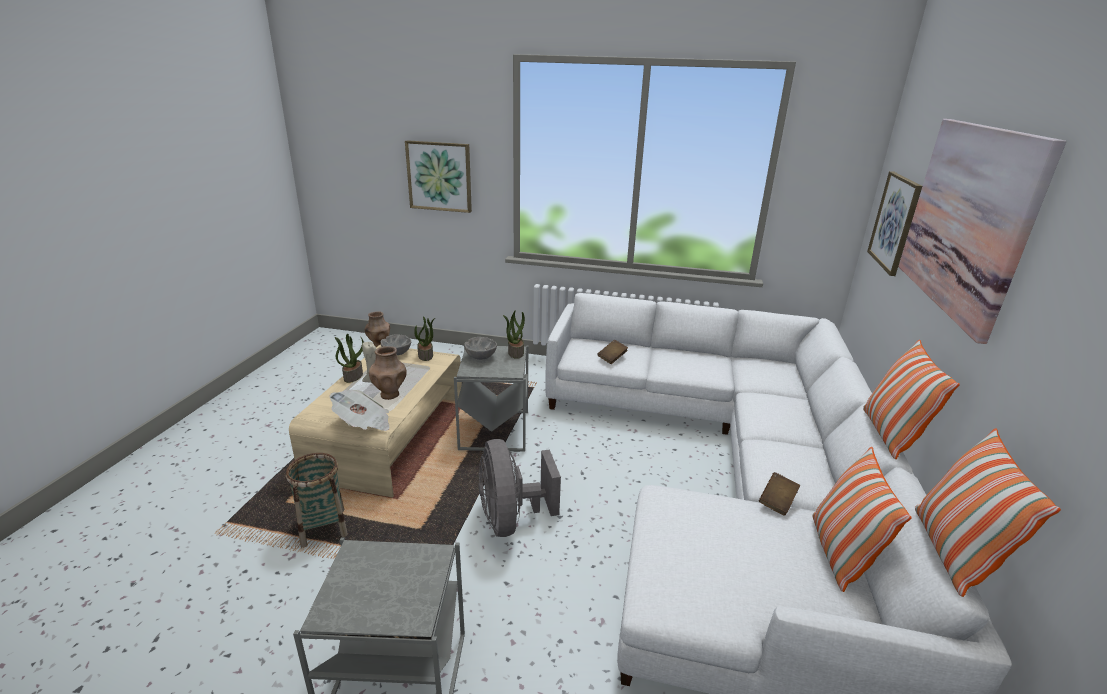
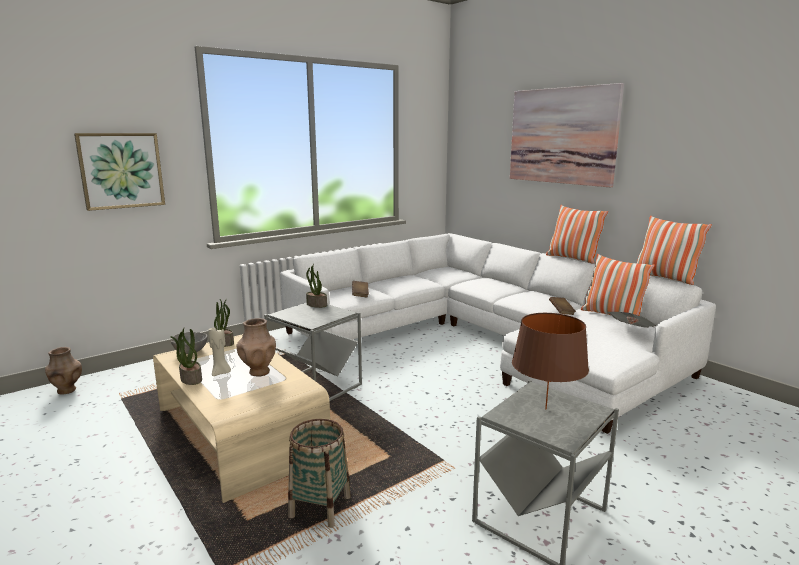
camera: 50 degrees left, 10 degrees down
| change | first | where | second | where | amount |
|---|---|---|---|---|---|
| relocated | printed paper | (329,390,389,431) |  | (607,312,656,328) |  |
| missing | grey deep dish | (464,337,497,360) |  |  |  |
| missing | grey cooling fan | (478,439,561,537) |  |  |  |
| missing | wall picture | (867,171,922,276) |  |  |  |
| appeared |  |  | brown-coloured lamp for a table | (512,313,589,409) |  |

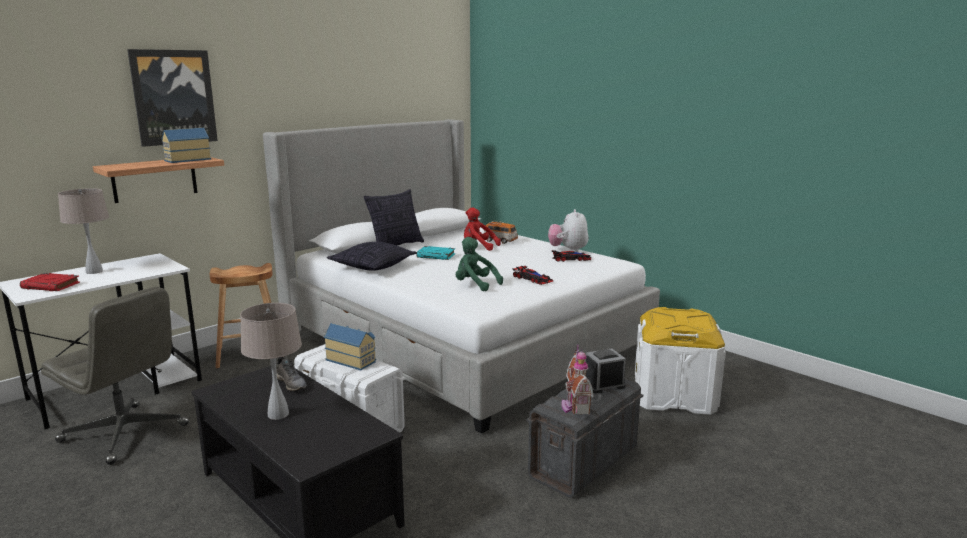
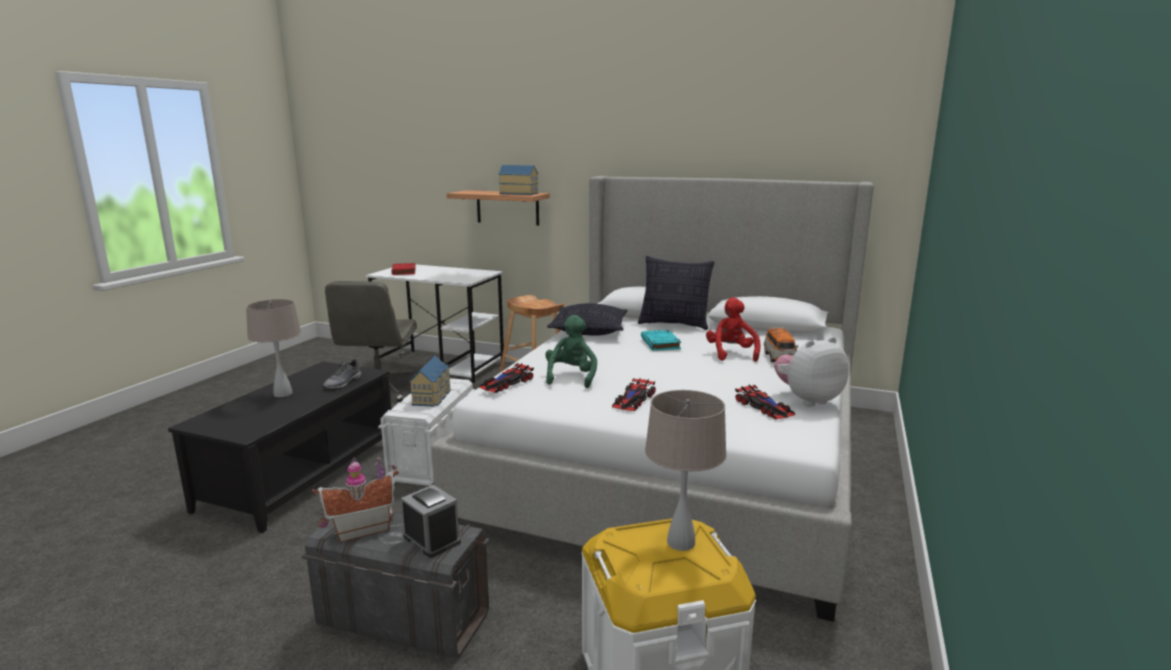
camera: 65 degrees right, 0 degrees up
| change | first | where | second | where | amount |
|---|---|---|---|---|---|
| relocated | beige-coloured lamp for a table | (58,188,109,274) |  | (645,390,727,551) |  |
| missing | wall picture | (127,49,218,147) |  |  |  |
| appeared |  |  | toy car | (479,363,534,393) |  |

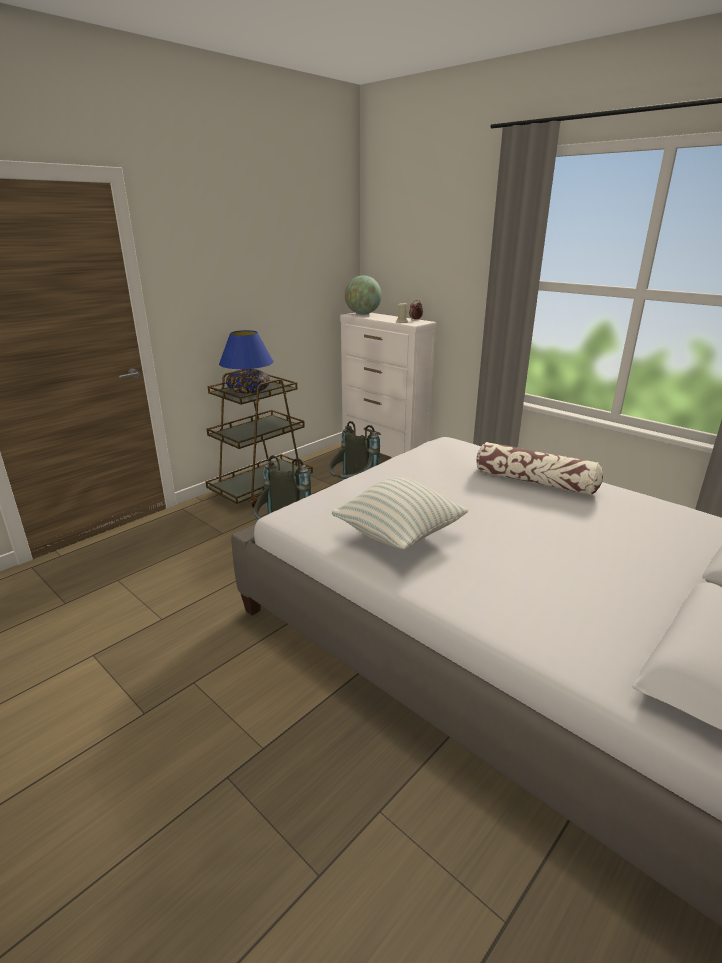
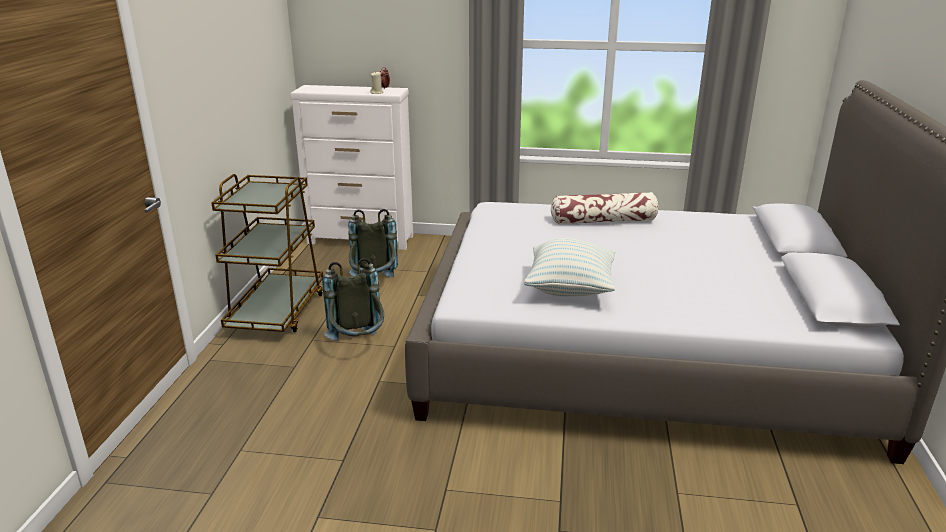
camera: 35 degrees left, 0 degrees up
| change | first | where | second | where | amount |
|---|---|---|---|---|---|
| missing | bluish lamp for a table | (219,330,274,394) |  |  |  |
| missing | world globe | (345,275,382,314) |  |  |  |

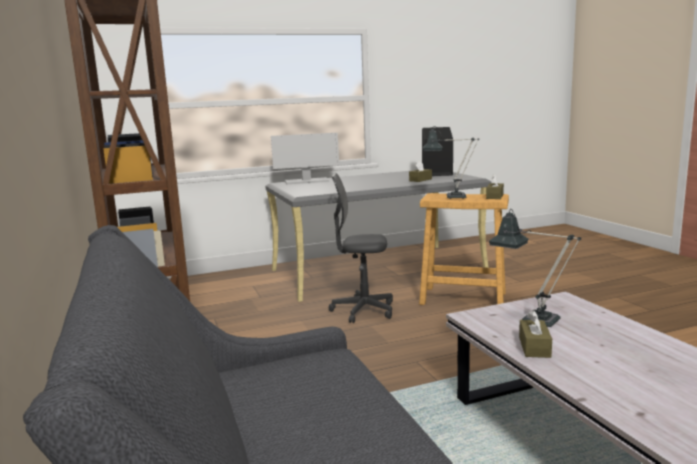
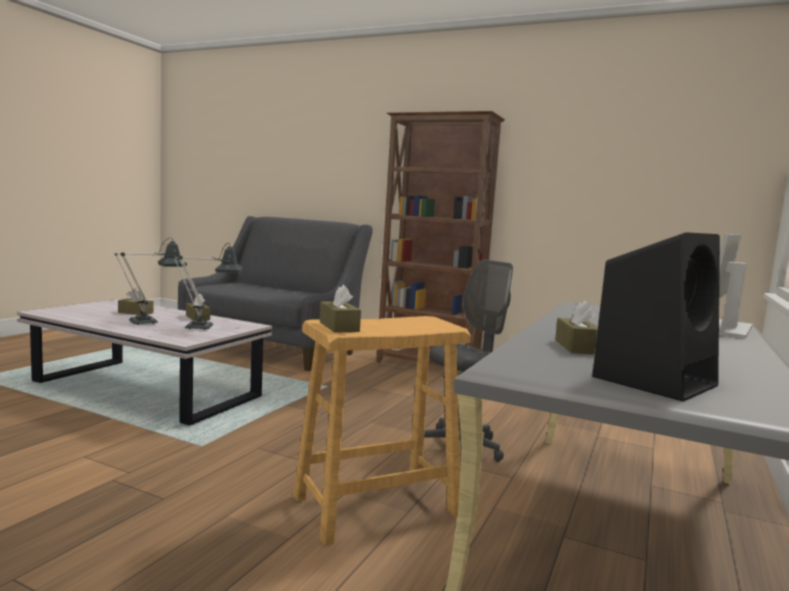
camera: 135 degrees right, 5 degrees down
| change | first | where | second | where | amount |
|---|---|---|---|---|---|
| relocated | lamp for a table | (423,126,479,199) |  | (115,238,187,325) |  |
| appeared |  |  | brown-coloured tissue box | (118,289,154,315) |  |

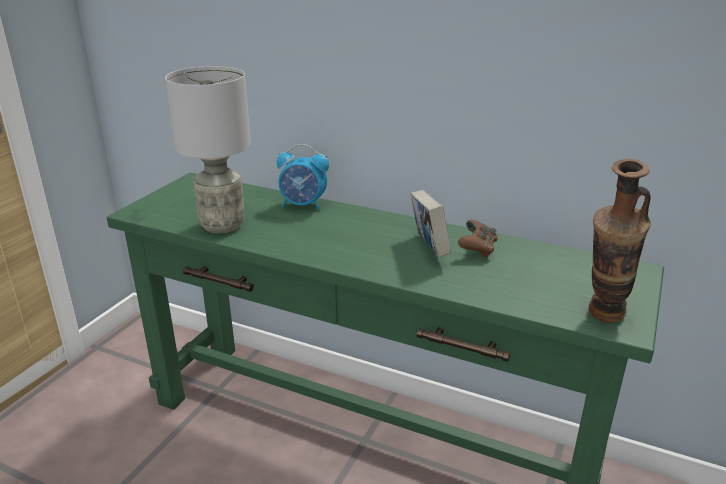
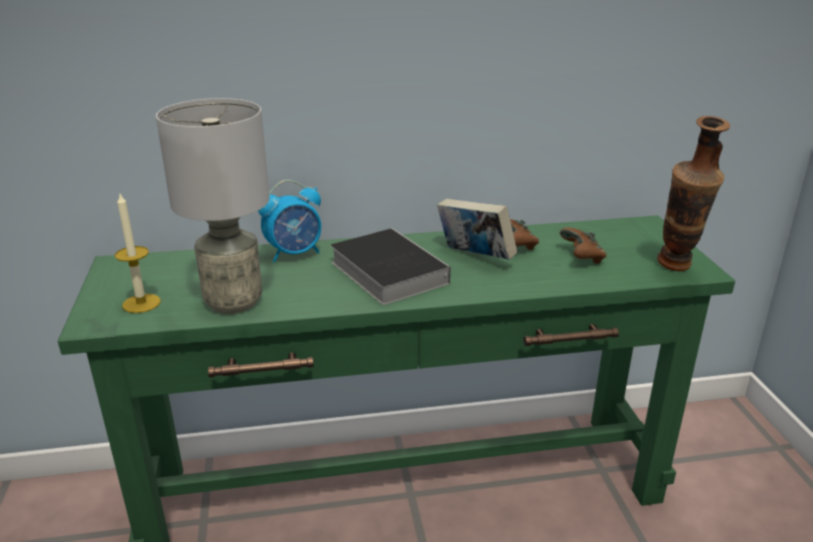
camera: 35 degrees left, 0 degrees up
| change | first | where | second | where | amount |
|---|---|---|---|---|---|
| appeared |  |  | wax light | (115,194,161,313) |  |
| appeared |  |  | book | (331,228,450,305) |  |
| appeared |  |  | brown-coloured joypad | (560,228,606,264) |  |

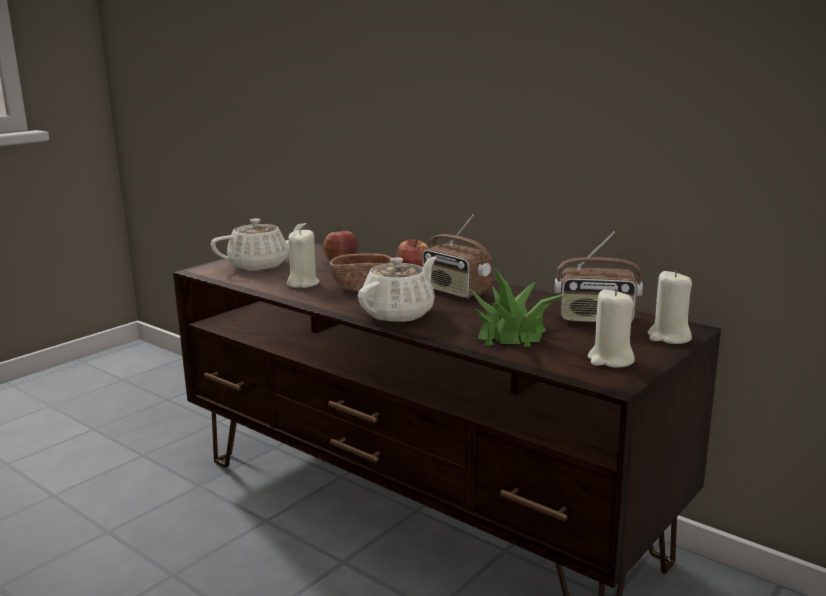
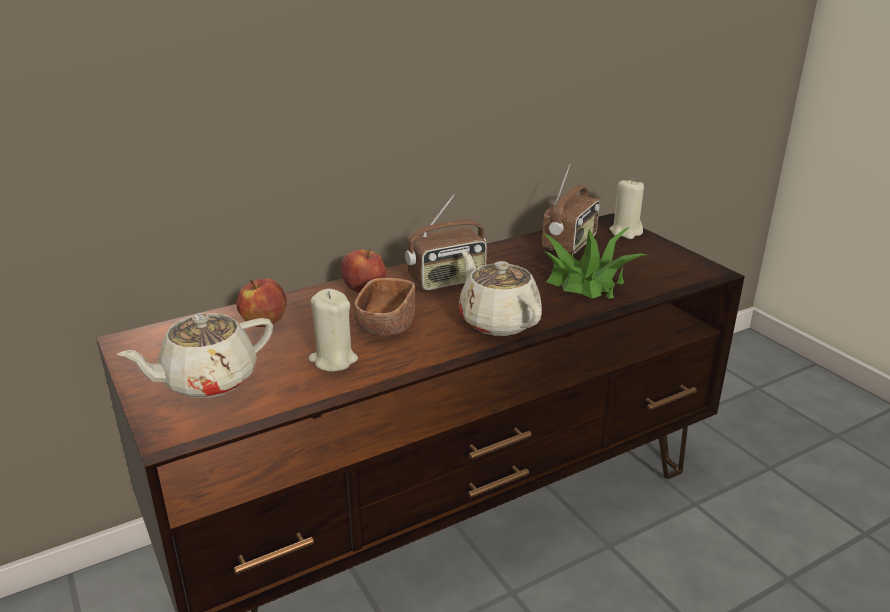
camera: 70 degrees left, 10 degrees up
| change | first | where | second | where | amount |
|---|---|---|---|---|---|
| spun | beige-coloured teapot | (210,218,307,271) |  | (117,313,273,398) | 120 degrees counterclockwise |
| missing | beige-coloured wax light | (588,289,635,368) |  |  |  |

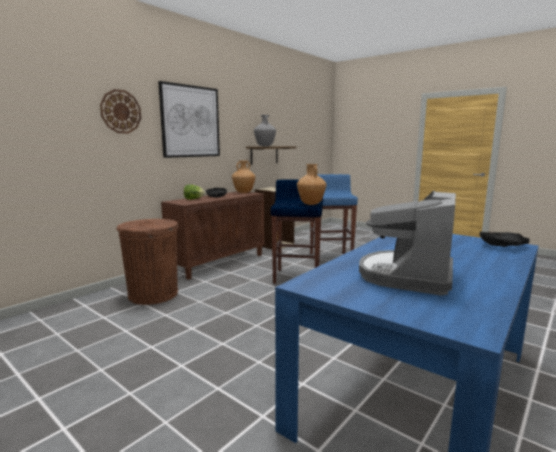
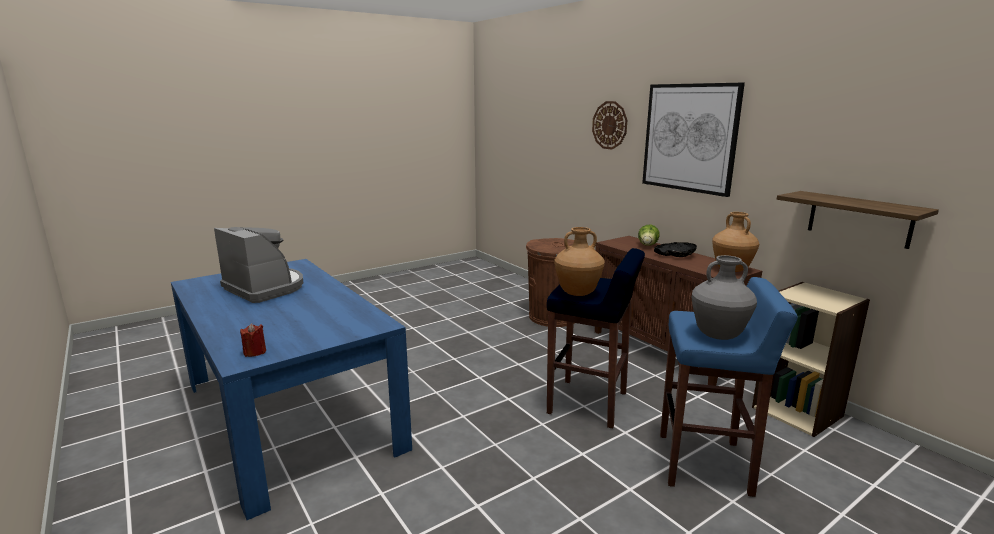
camera: 105 degrees right, 5 degrees up
| change | first | where | second | where | amount |
|---|---|---|---|---|---|
| relocated | grey decorative vase | (254,115,276,146) |  | (692,255,757,340) |  |
| exchanged | black-coloured deep dish | (480,231,530,247) | red wax light | (240,323,266,357) |  |

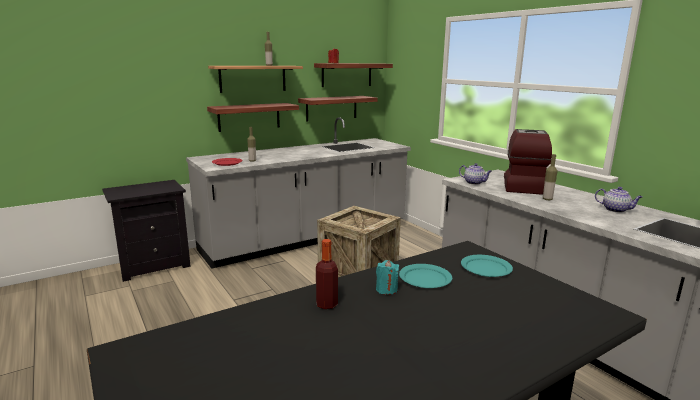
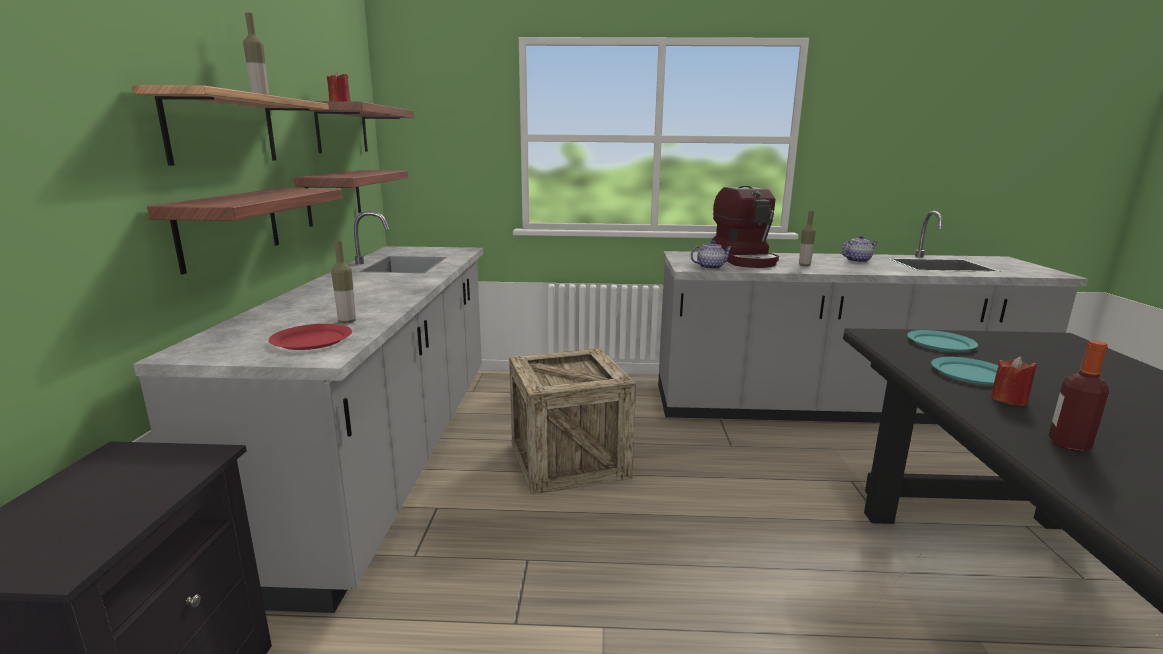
camera: 55 degrees left, 0 degrees up
| change | first | where | second | where | amount |
|---|---|---|---|---|---|
| colour | blue-green wax light | (376,260,399,295) | red wax light | (991,357,1037,406) |  |
| spun | coffee machine | (504,129,552,195) |  | (712,186,779,268) | 150 degrees counterclockwise |

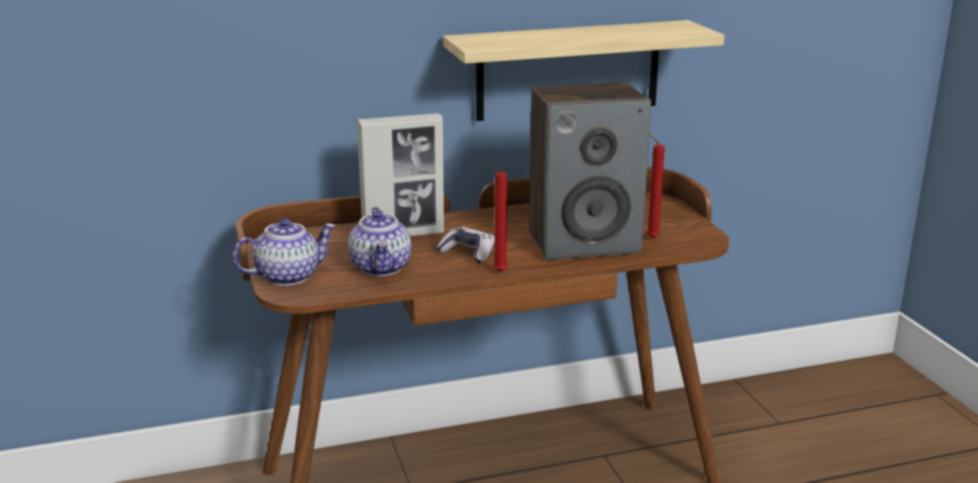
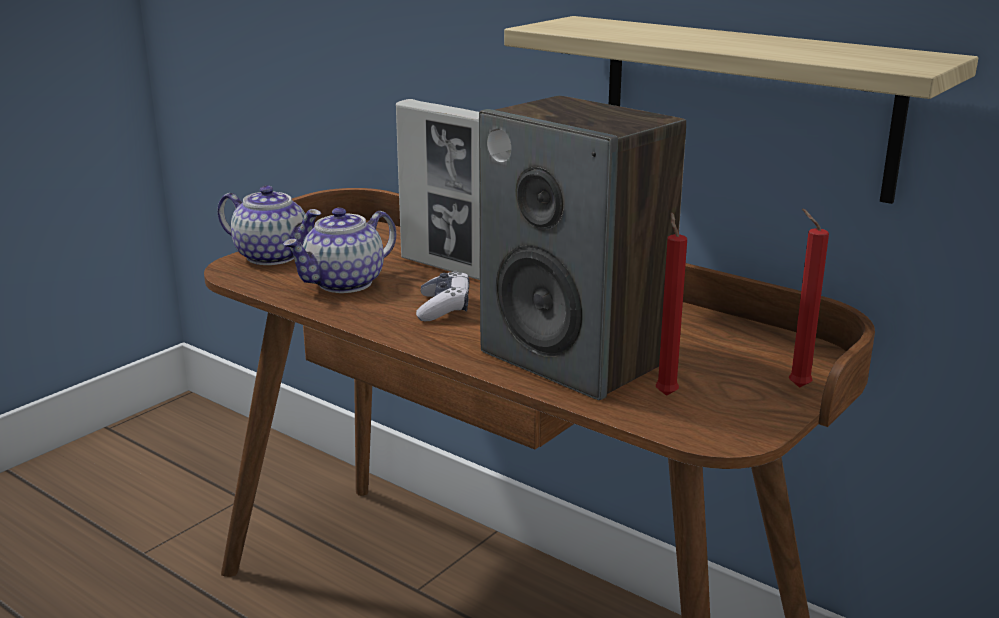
camera: 55 degrees right, 0 degrees up
| change | first | where | second | where | amount |
|---|---|---|---|---|---|
| relocated | red wax light | (489,163,508,272) |  | (789,209,829,388) |  |

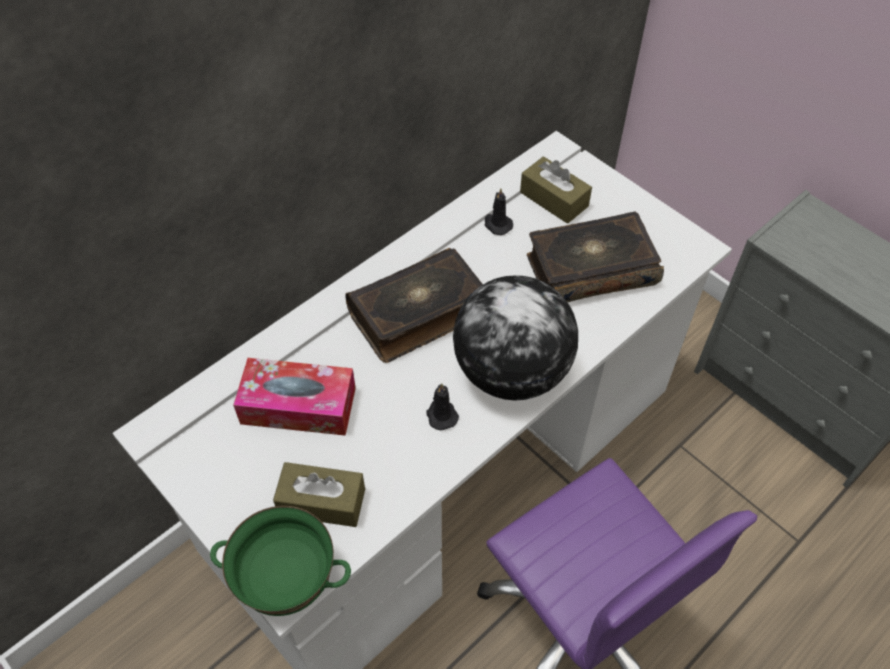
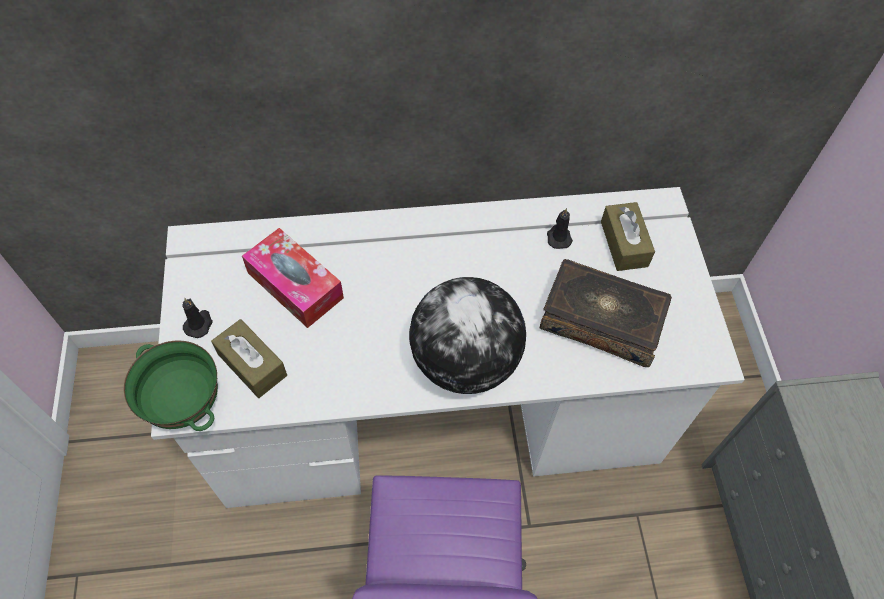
camera: 35 degrees right, 5 degrees up
| change | first | where | second | where | amount |
|---|---|---|---|---|---|
| missing | book | (345,248,483,363) |  |  |  |
| relocated | black-coloured wax light | (427,383,459,430) |  | (182,298,213,338) |  |

